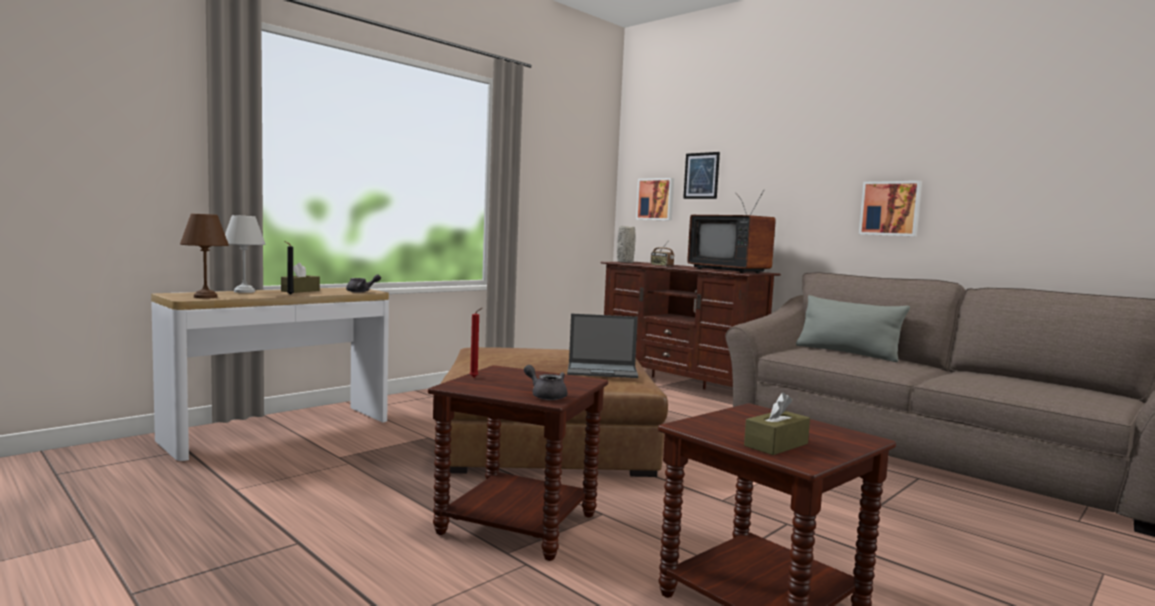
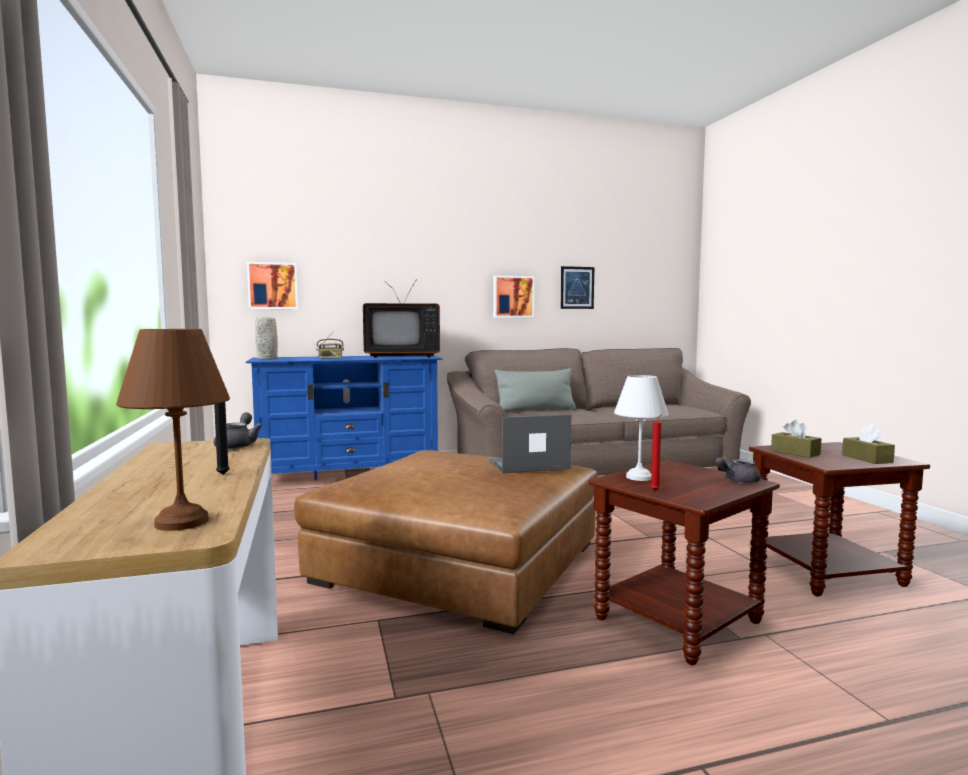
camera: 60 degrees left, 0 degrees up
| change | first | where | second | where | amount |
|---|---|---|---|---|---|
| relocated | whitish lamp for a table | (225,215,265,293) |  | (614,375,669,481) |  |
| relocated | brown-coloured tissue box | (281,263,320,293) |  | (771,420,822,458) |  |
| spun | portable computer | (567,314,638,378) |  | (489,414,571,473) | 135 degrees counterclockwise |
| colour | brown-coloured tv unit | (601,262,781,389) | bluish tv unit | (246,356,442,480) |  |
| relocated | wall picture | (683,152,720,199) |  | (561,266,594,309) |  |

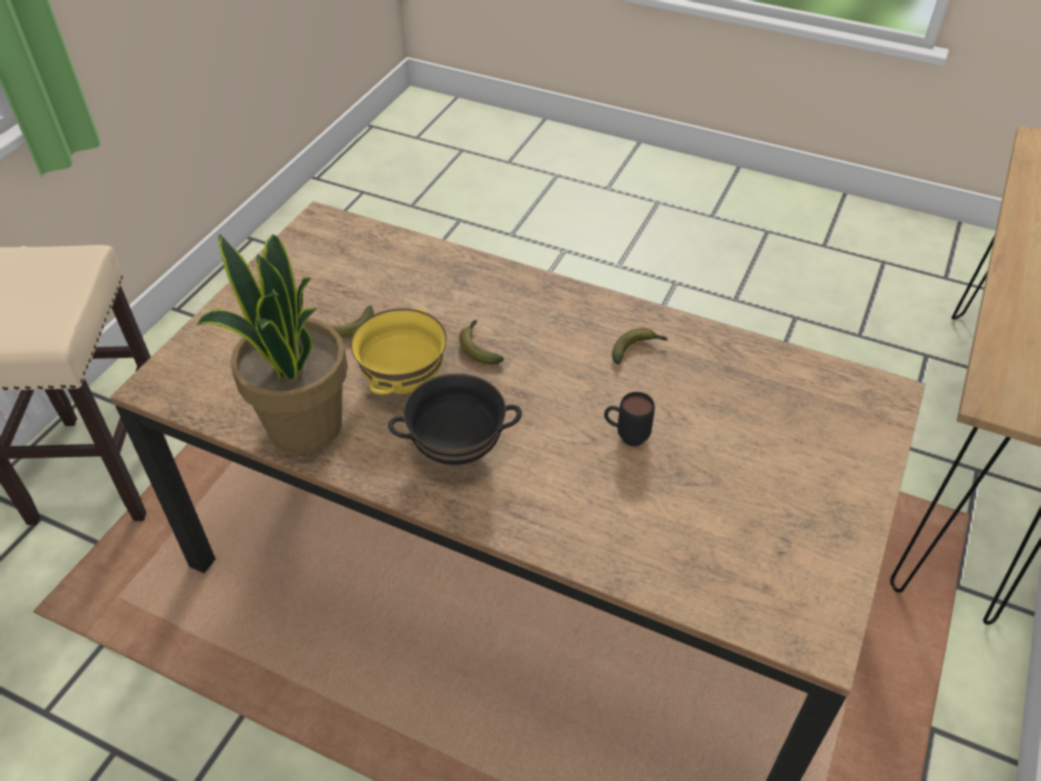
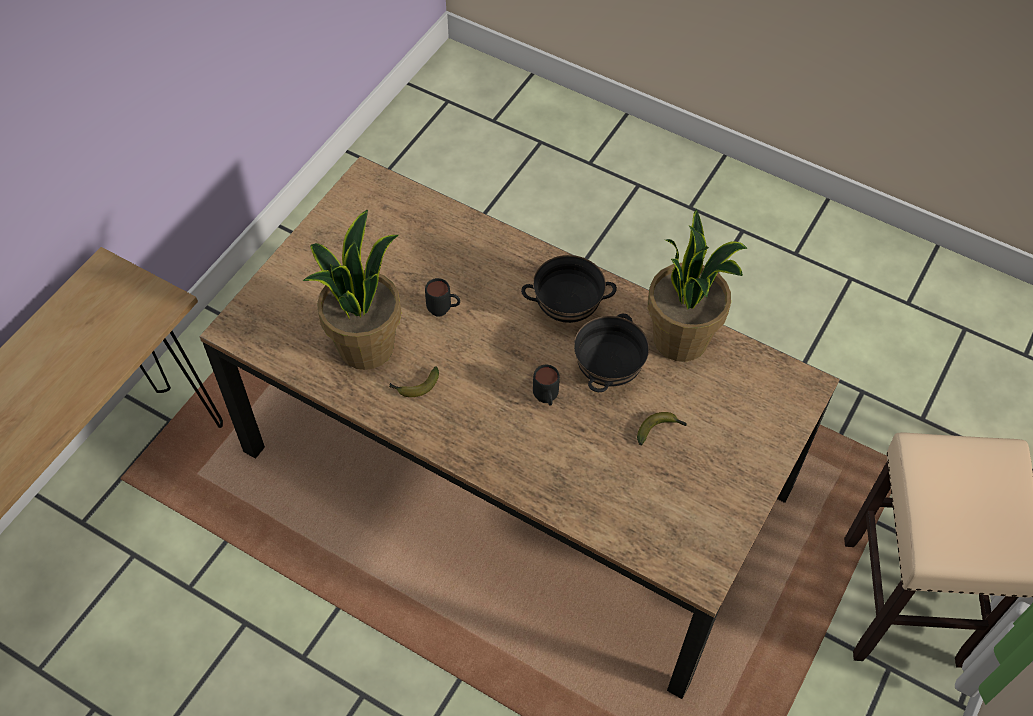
camera: 175 degrees left, 10 degrees up
| change | first | where | second | where | amount |
|---|---|---|---|---|---|
| colour | yellow deep dish | (351,308,447,394) | black-coloured deep dish | (574,314,649,392) |  |
| exchanged | banana | (459,320,504,365) | black-coloured coffee mug | (533,365,560,406) |  |
| appeared |  |  | potted plant | (302,210,401,370) |  |

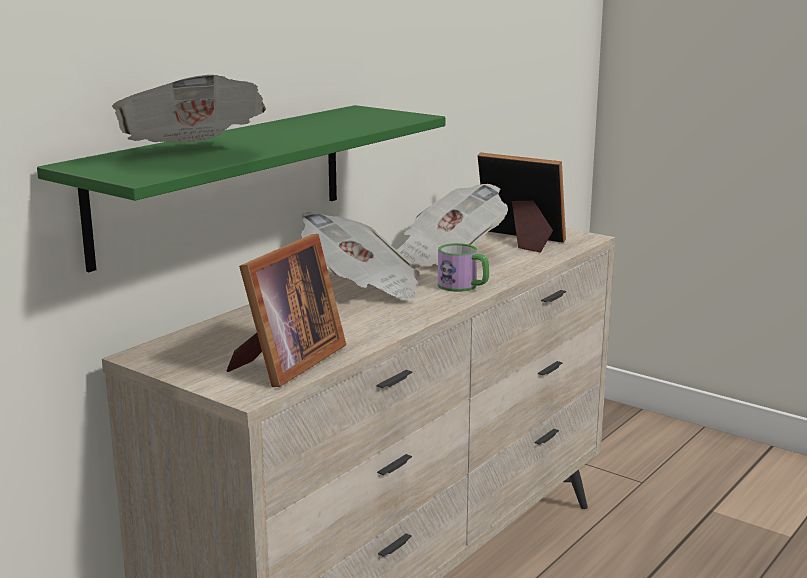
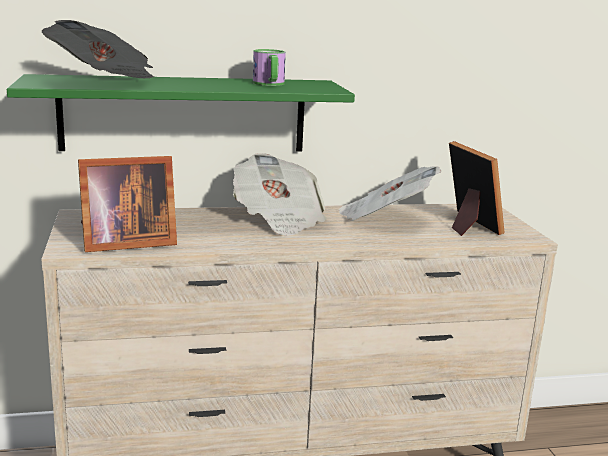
camera: 40 degrees right, 0 degrees up
| change | first | where | second | where | amount |
|---|---|---|---|---|---|
| relocated | coffee mug | (438,243,489,292) |  | (253,49,286,86) |  |

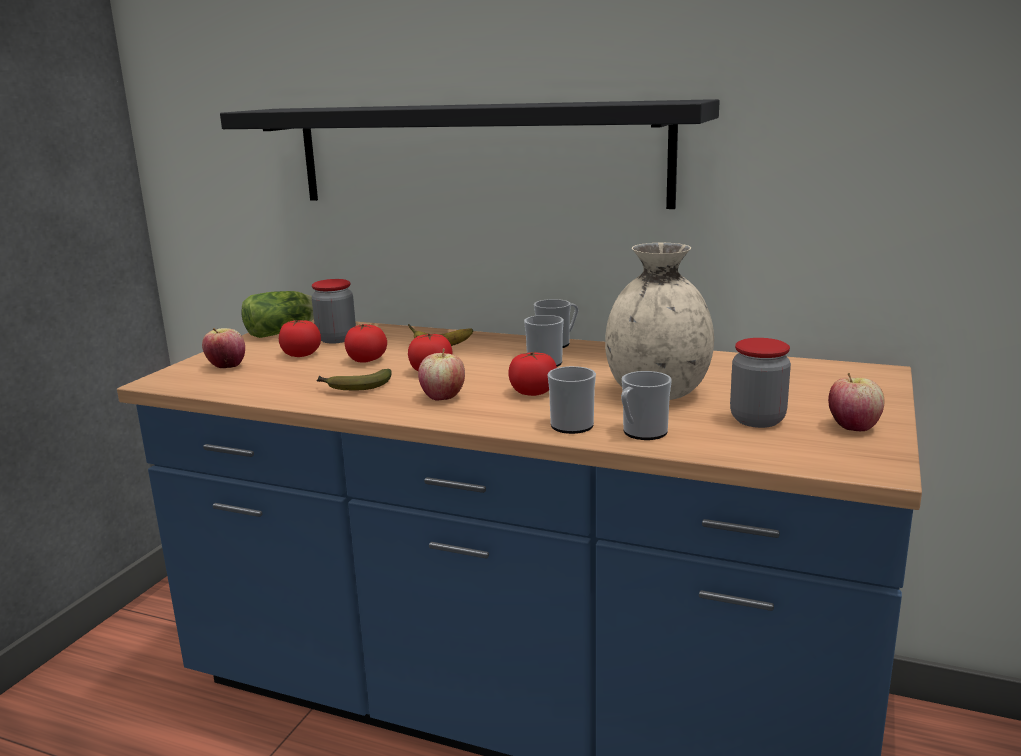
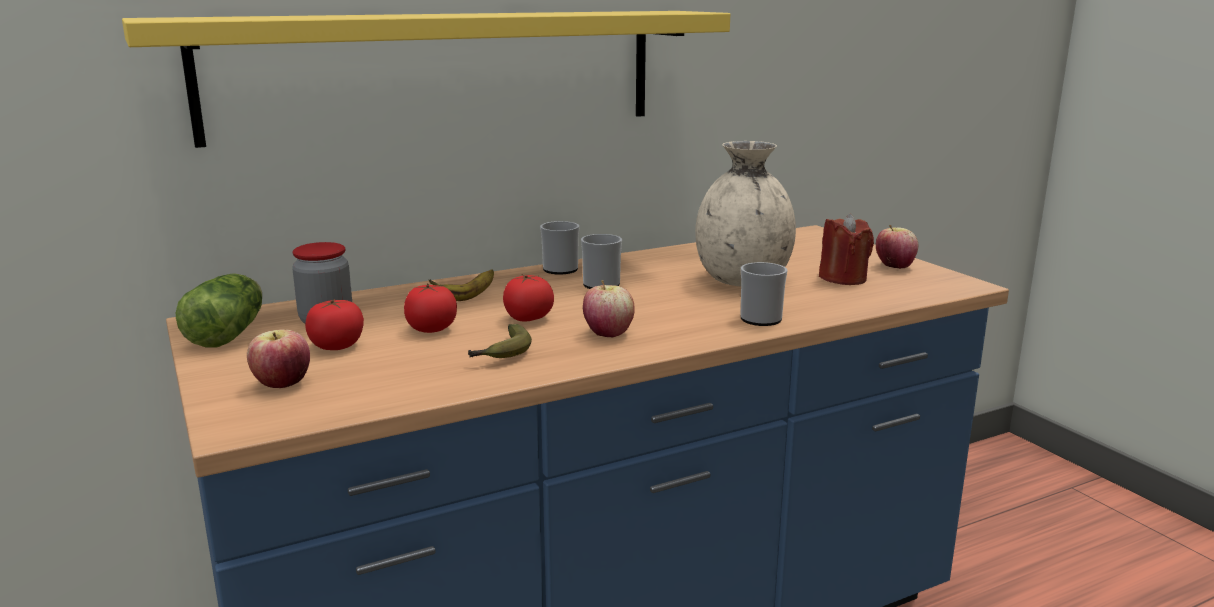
camera: 50 degrees left, 0 degrees up
| change | first | where | second | where | amount |
|---|---|---|---|---|---|
| colour | black-coloured wall shelf | (220,99,720,209) | yellow wall shelf | (122,11,730,148) |  |
| missing | whole tomato | (508,352,557,396) |  |  |  |
| missing | coffee mug | (621,371,672,440) |  |  |  |
| exchanged | storage jar | (730,338,791,428) | red wax light | (819,214,874,285) |  |

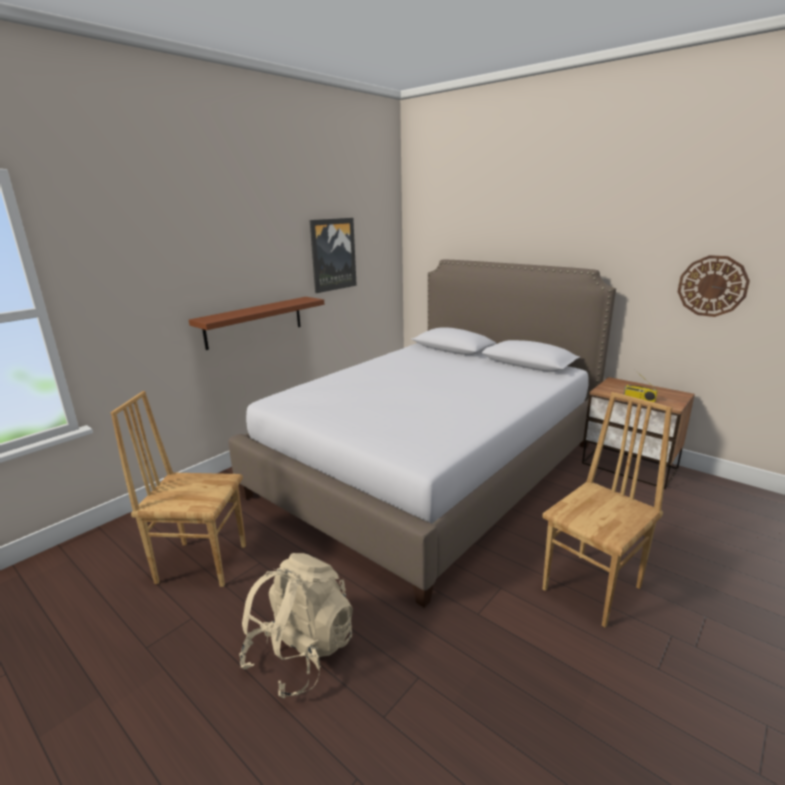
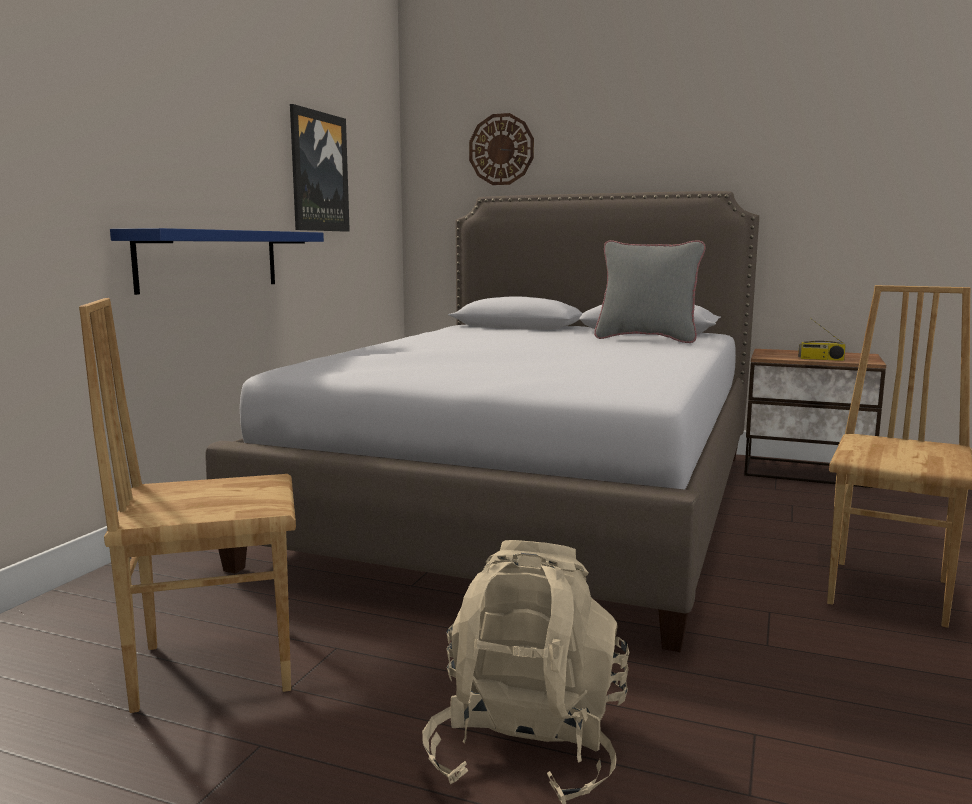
camera: 20 degrees left, 10 degrees down
| change | first | where | second | where | amount |
|---|---|---|---|---|---|
| colour | brown-coloured wall shelf | (189,297,324,350) | bluish wall shelf | (110,228,324,295) |  |
| relocated | wall clock | (678,255,750,317) |  | (469,113,534,185) |  |
| appeared |  |  | grey throw pillow | (594,240,706,343) |  |

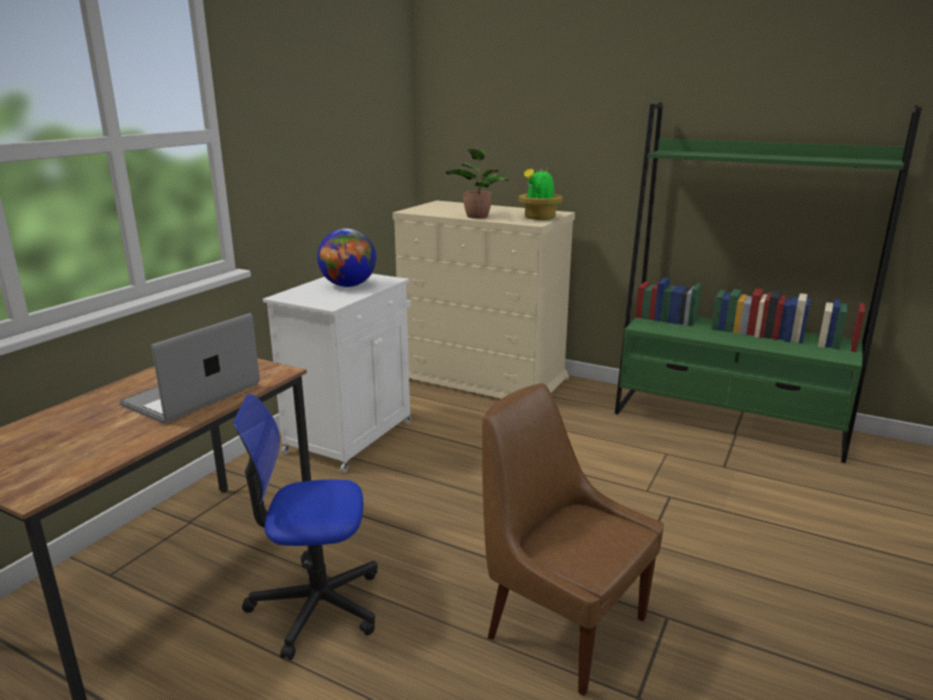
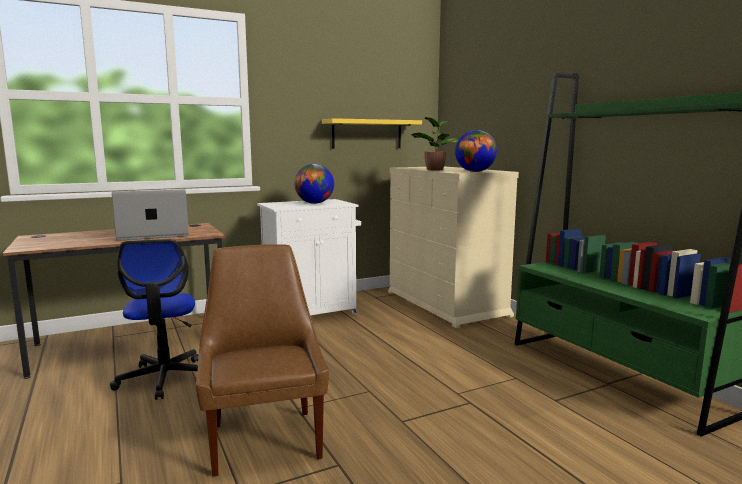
camera: 35 degrees right, 10 degrees down
| change | first | where | second | where | amount |
|---|---|---|---|---|---|
| spun | computer chair | (233,394,378,660) |  | (110,239,199,400) | 135 degrees counterclockwise |
| exchanged | potted plant | (519,168,563,220) | world globe | (455,130,497,172) |  |
| appeared |  |  | yellow wall shelf | (322,118,422,149) |  |

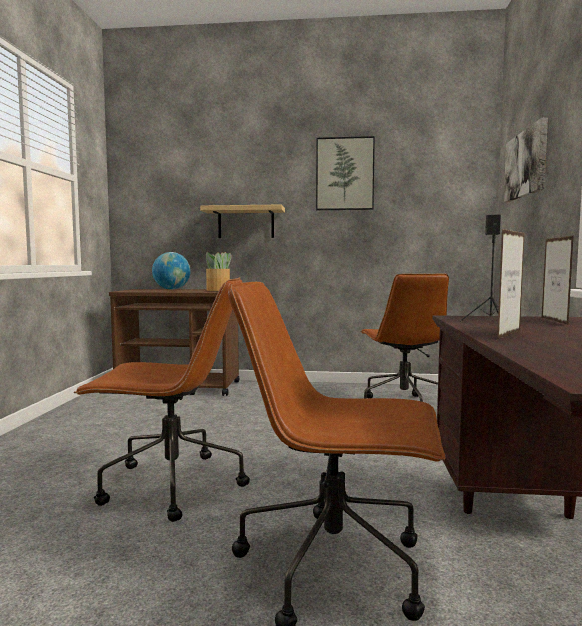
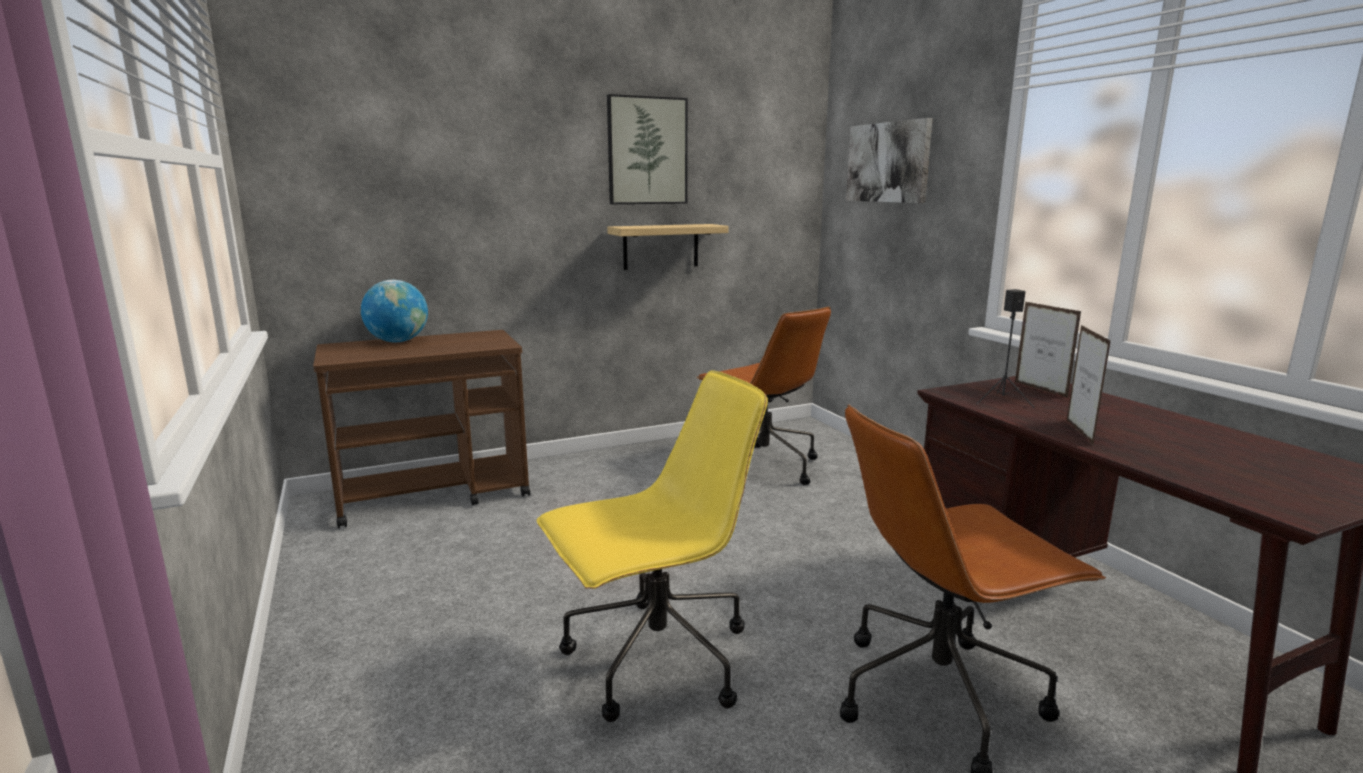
camera: 30 degrees left, 10 degrees up
| change | first | where | second | where | amount |
|---|---|---|---|---|---|
| colour | brown-coloured computer chair | (74,277,250,522) | yellow computer chair | (537,370,768,722) |  |
| relocated | wall shelf | (200,204,285,238) |  | (607,224,729,270) |  |
| missing | potted plant | (206,252,232,291) |  |  |  |

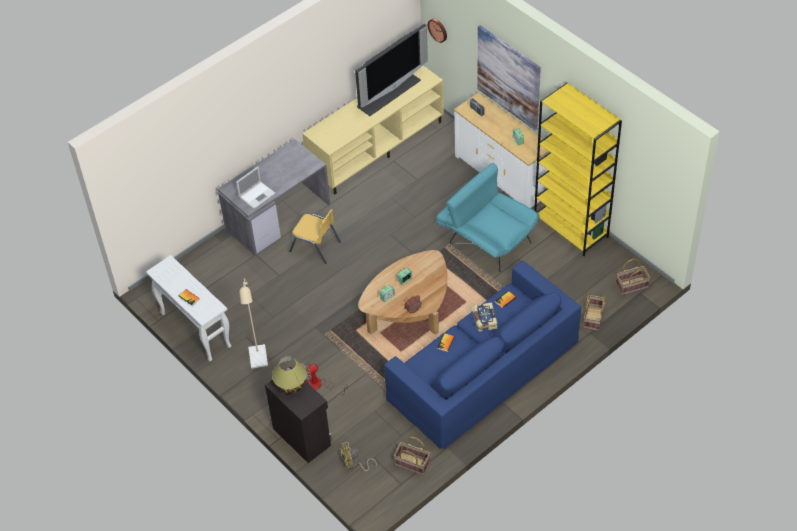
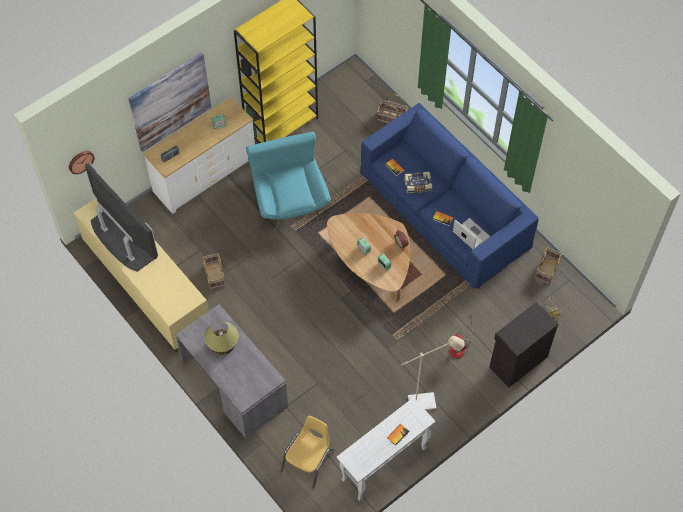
camera: 90 degrees left, 10 degrees up
| change | first | where | second | where | amount |
|---|---|---|---|---|---|
| relocated | portable computer | (236,166,275,209) |  | (453,218,490,249) |  |
| relocated | lamp for a table | (272,356,307,394) |  | (204,321,238,355) |  |
| relocated | yellow chair | (289,209,341,264) |  | (281,416,335,488) |  |
| spun | blue-green lounge chair | (436,163,540,272) |  | (246,132,331,231) | 120 degrees clockwise |
| relocated | household basket | (616,259,650,295) |  | (202,253,225,289) |  |

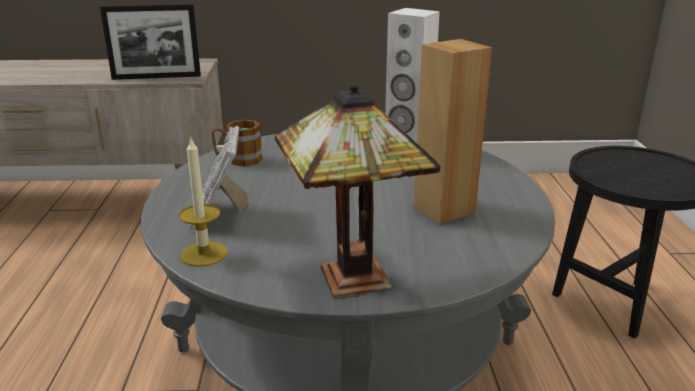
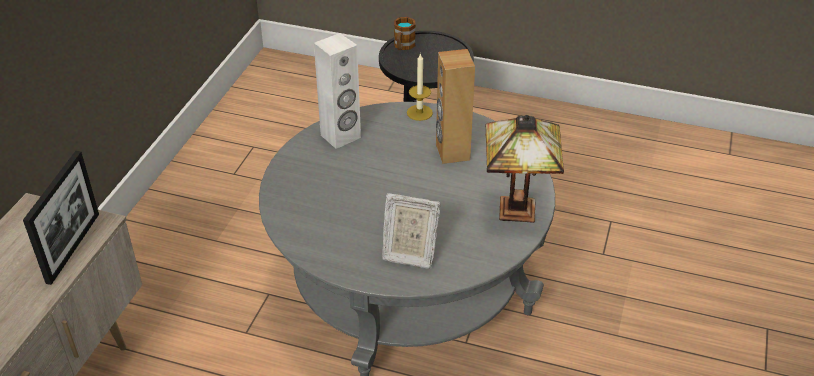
camera: 70 degrees left, 15 degrees up
| change | first | where | second | where | amount |
|---|---|---|---|---|---|
| relocated | wax light | (179,138,228,267) |  | (407,53,433,121) |  |
| relocated | coffee mug | (211,119,263,167) |  | (394,17,416,50) |  |

